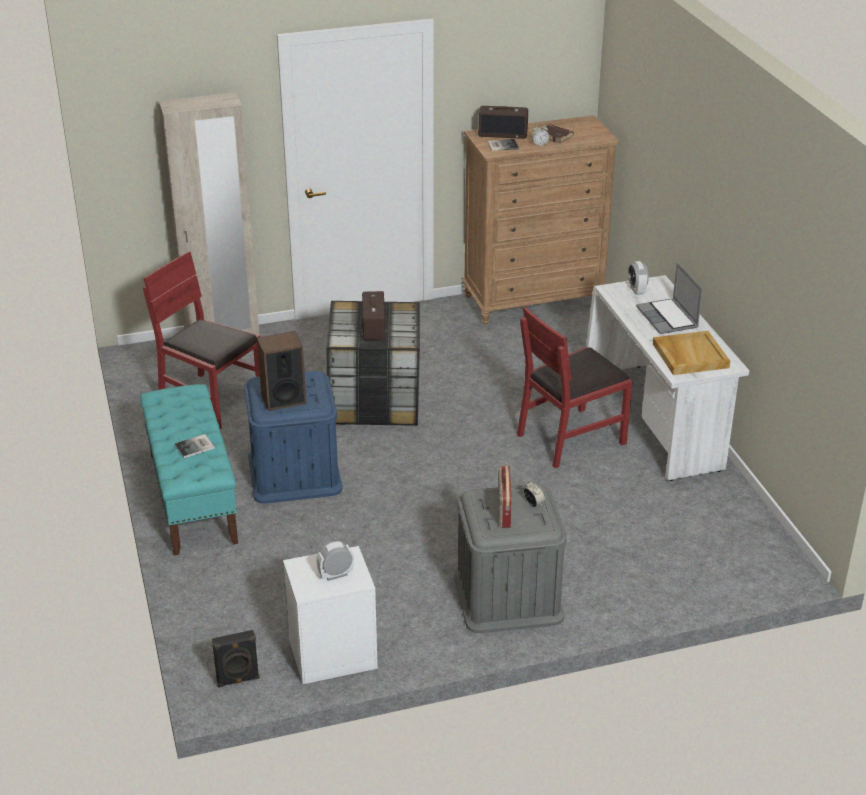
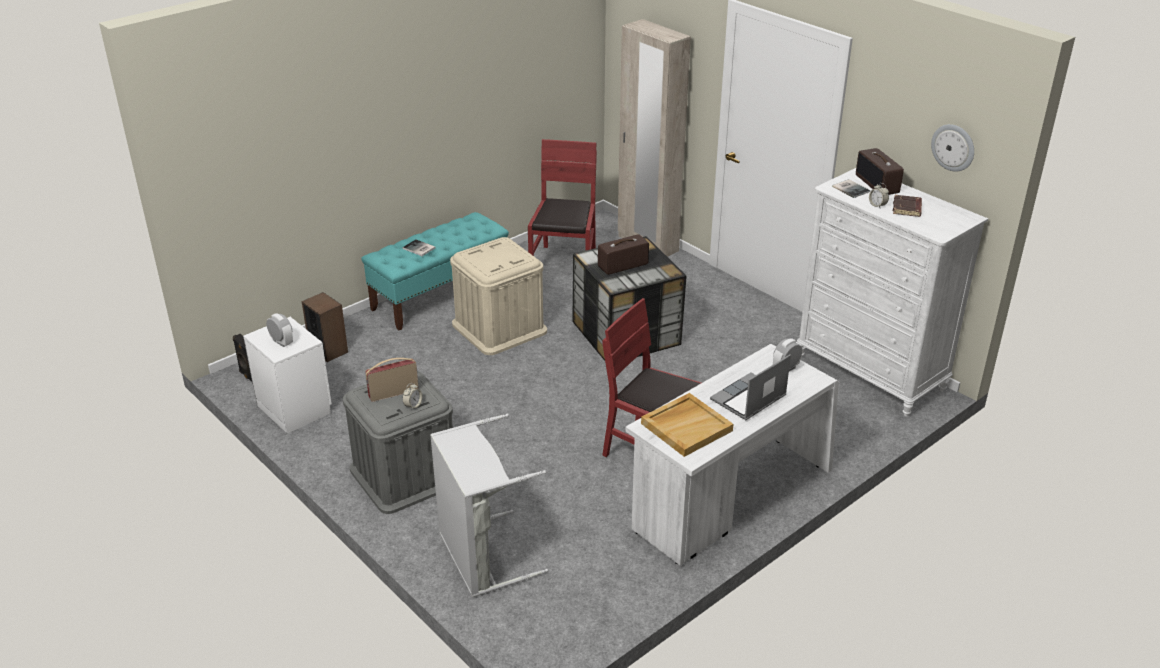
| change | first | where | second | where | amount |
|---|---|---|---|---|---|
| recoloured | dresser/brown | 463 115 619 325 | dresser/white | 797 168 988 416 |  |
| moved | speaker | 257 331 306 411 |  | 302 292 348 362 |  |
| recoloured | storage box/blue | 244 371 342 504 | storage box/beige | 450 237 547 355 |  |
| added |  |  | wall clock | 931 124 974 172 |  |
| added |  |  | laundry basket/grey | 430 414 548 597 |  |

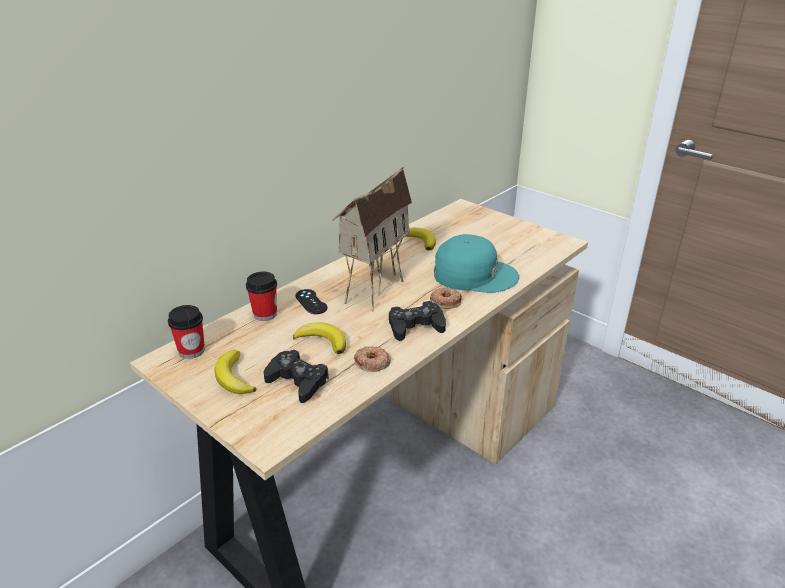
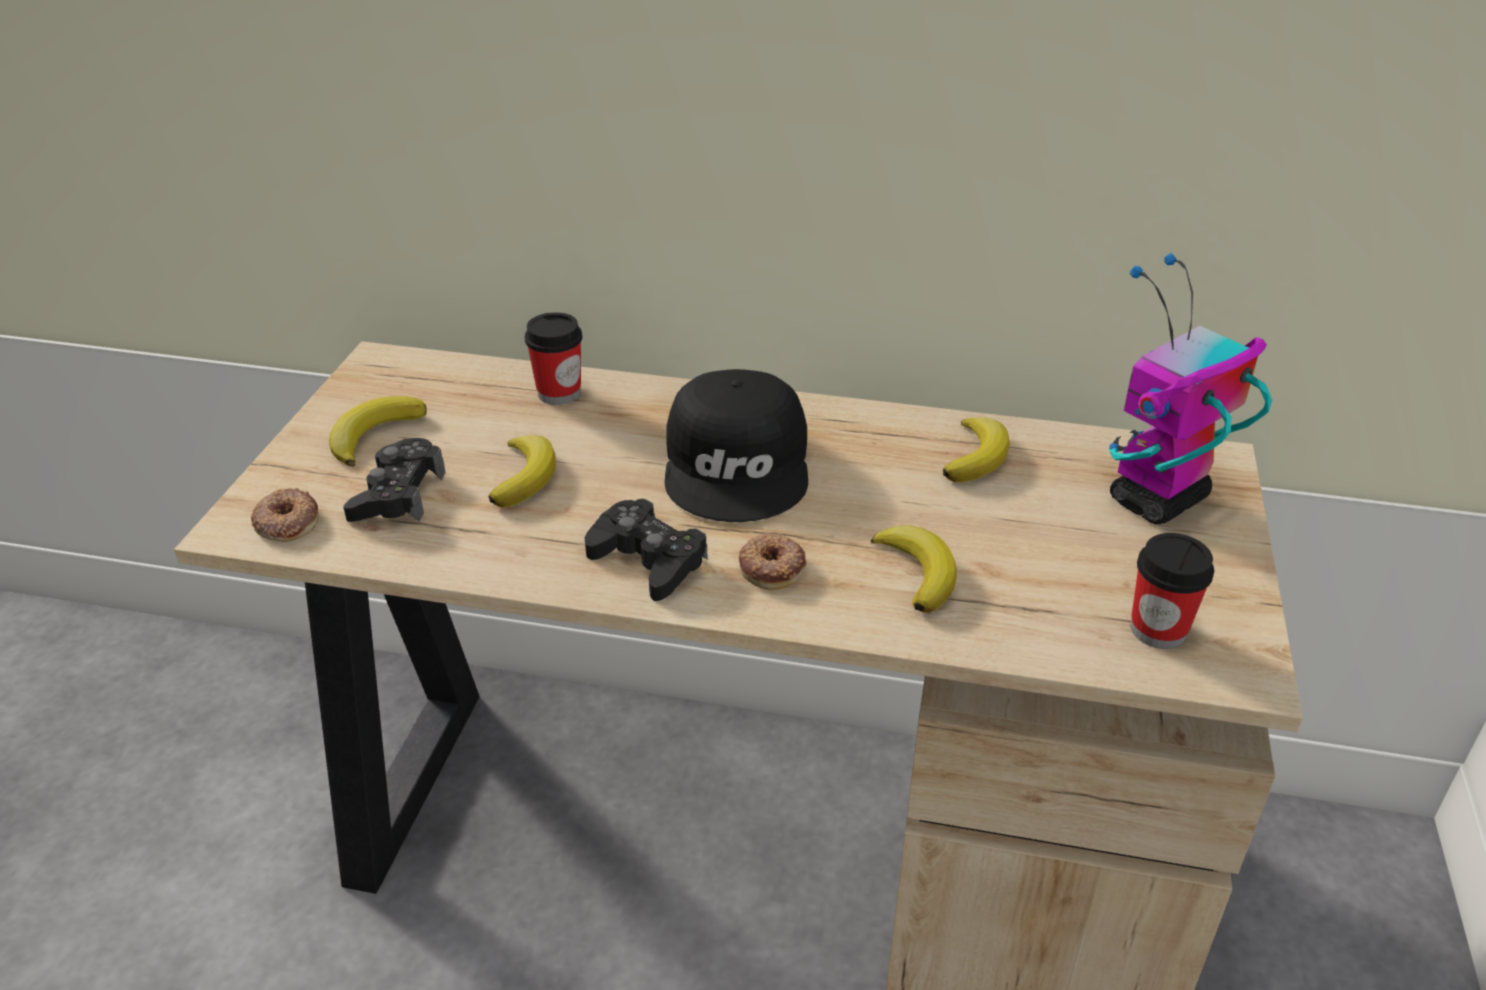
| change | first | where | second | where | amount |
|---|---|---|---|---|---|
| replaced | toy house | 332 167 412 311 | cap/black | 664 369 808 522 |  |
| replaced | cap/turquoise | 434 234 519 293 | banana | 871 526 957 613 |  |
| removed | game controller/black | 295 289 327 314 |  |  |  |
| moved | cup | 168 305 205 359 |  | 1131 533 1214 649 |  |
| moved | donut | 354 346 391 372 |  | 251 488 319 542 |  |
| added |  |  | toy robot | 1109 253 1272 524 |  |

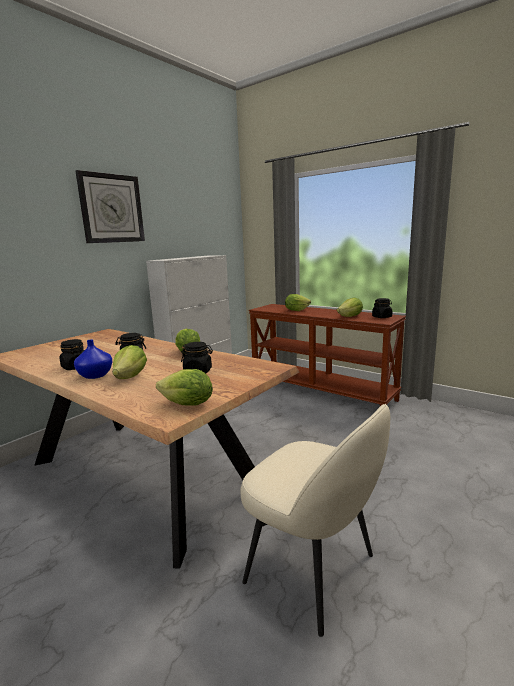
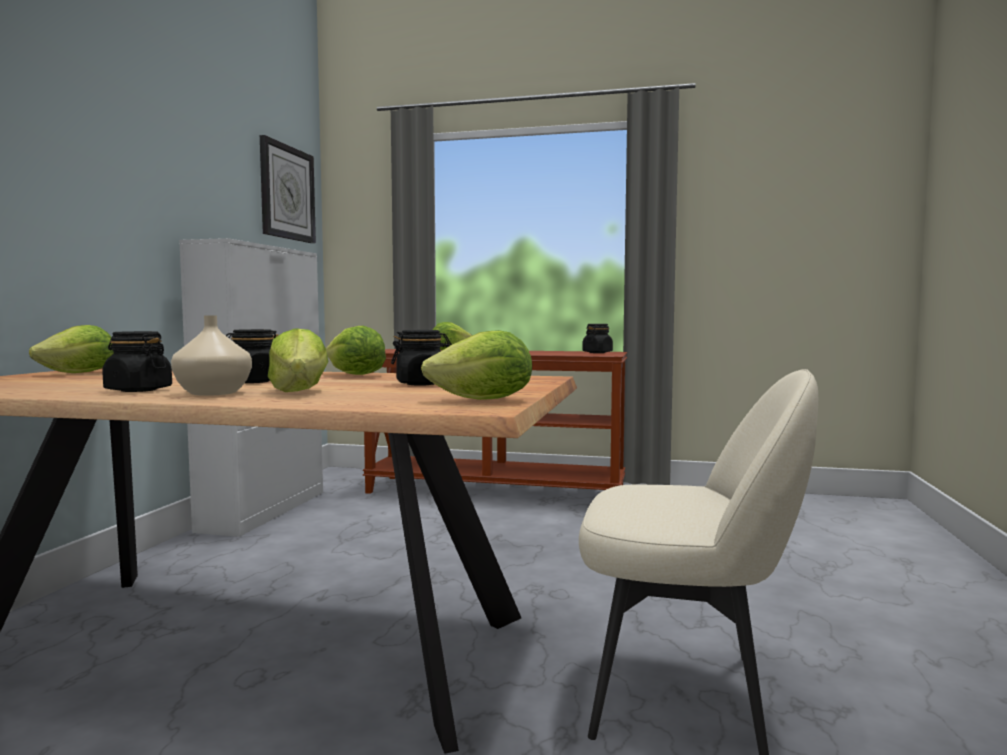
| change | first | where | second | where | amount |
|---|---|---|---|---|---|
| moved | wall clock | 75 170 145 243 |  | 260 135 316 243 |  |
| moved | lettuce | 337 298 363 317 |  | 29 325 114 373 |  |
| recoloured | vase/blue | 74 339 113 379 | vase/beige | 171 316 252 396 |  |

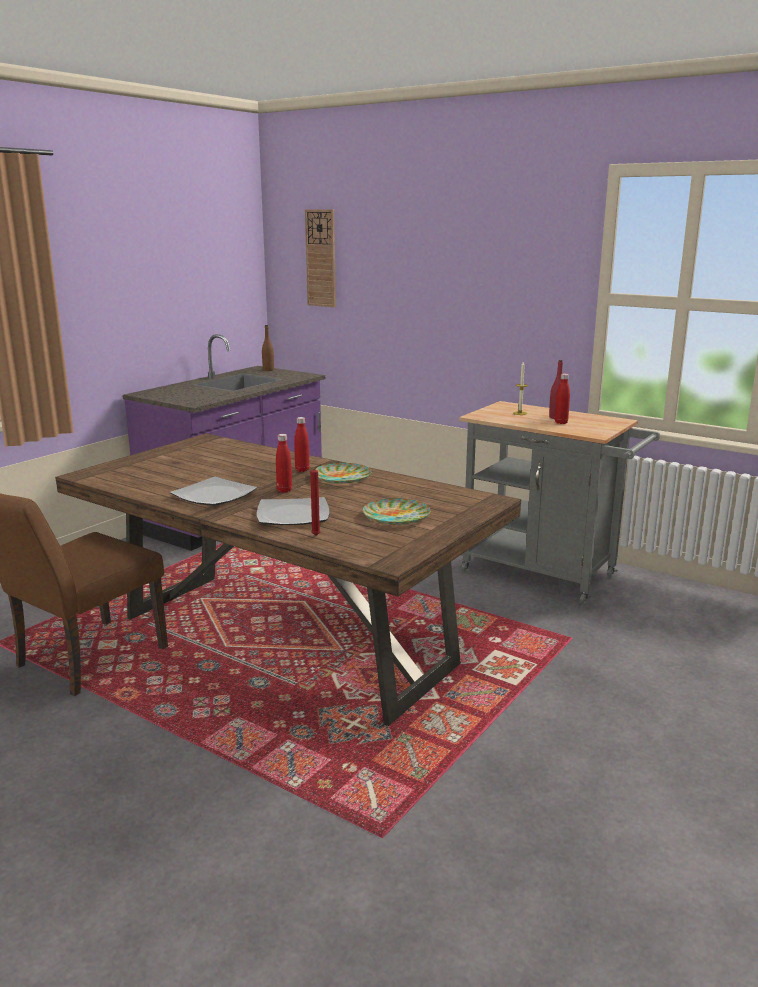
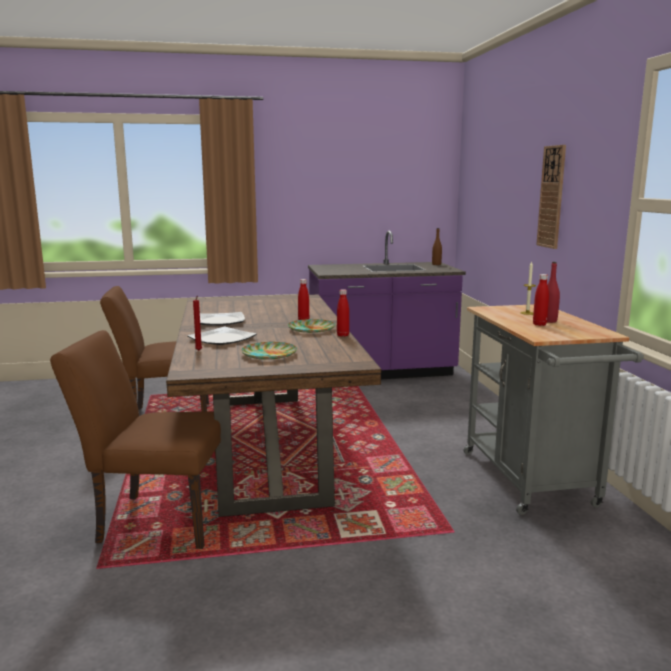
| change | first | where | second | where | amount |
|---|---|---|---|---|---|
| moved | wall clock | 305 210 336 307 |  | 536 145 566 249 |  |
| moved | bottle/red | 276 434 292 493 |  | 337 289 349 337 |  |
| added |  |  | chair/brown | 50 330 221 549 |  |

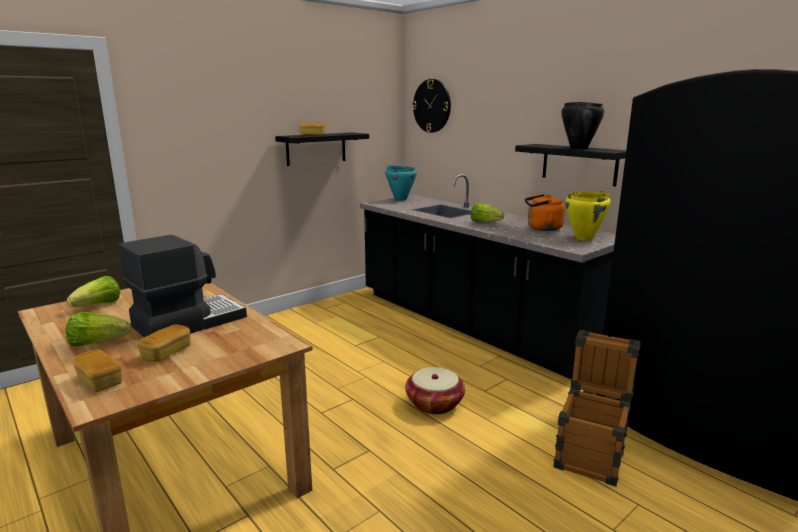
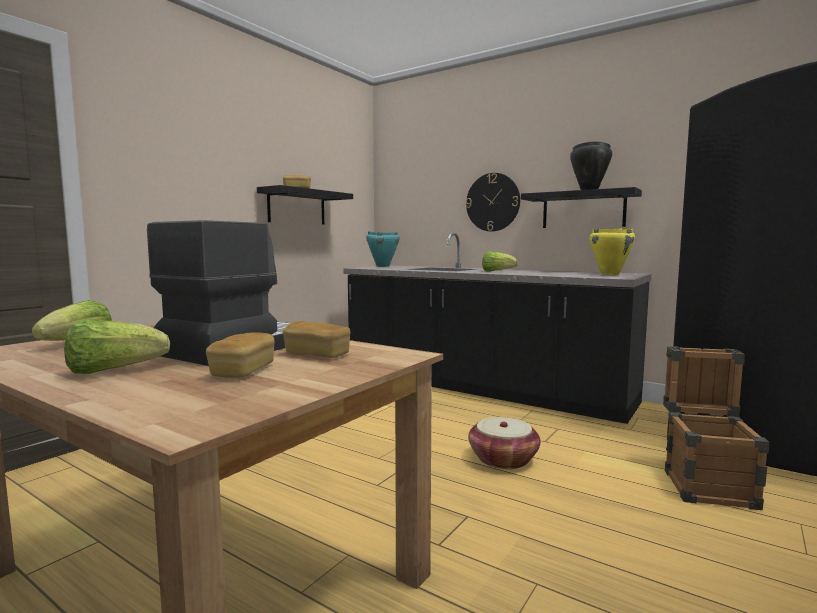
| change | first | where | second | where | amount |
|---|---|---|---|---|---|
| moved | wall clock | 412 79 451 133 |  | 466 173 520 231 |  |
| removed | kettle/orange | 525 194 565 231 |  |  |  |
| moved | bread | 73 350 122 392 |  | 283 321 350 358 |  |

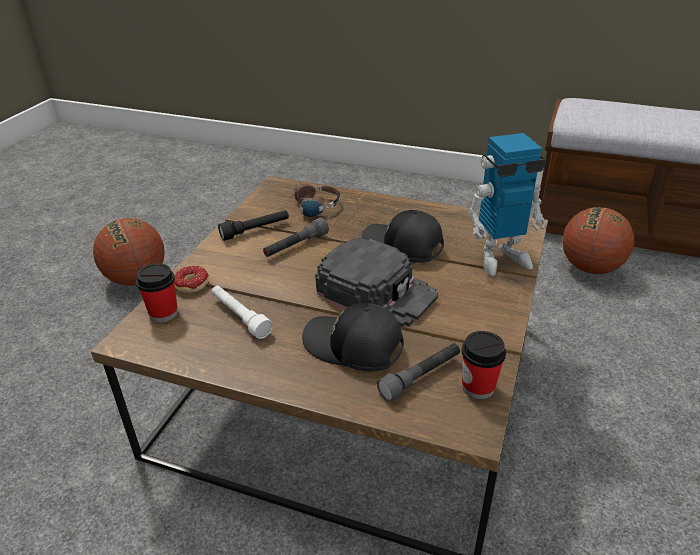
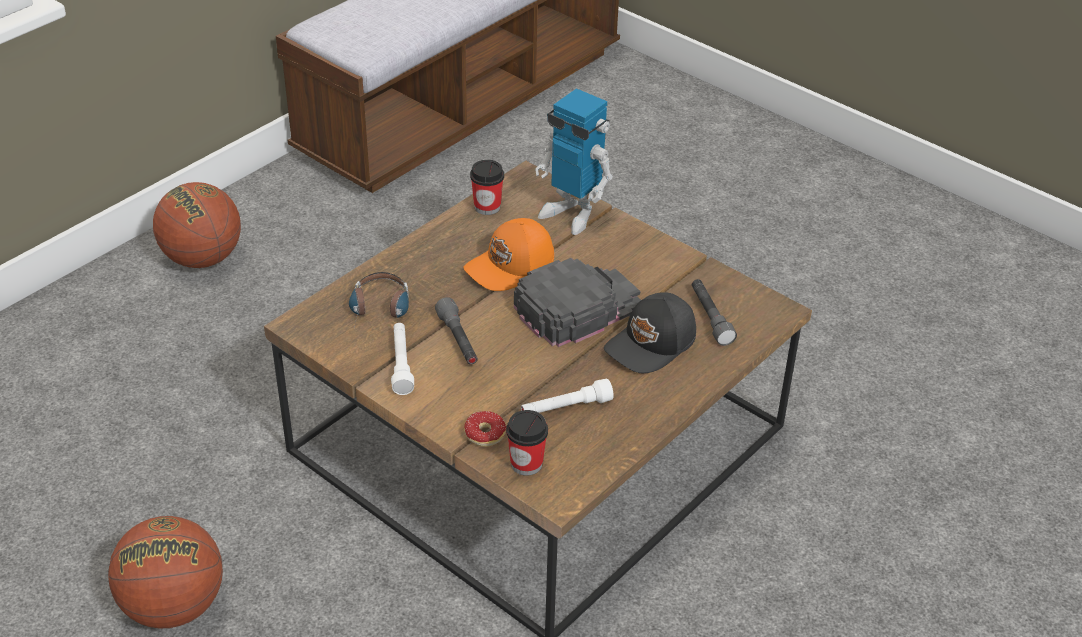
| change | first | where | second | where | amount |
|---|---|---|---|---|---|
| turned | toy robot | 468 133 547 276 |  | 535 88 613 235 | 120 degrees clockwise |
| moved | basketball | 562 207 634 274 |  | 153 182 241 268 |  |
| recoloured | flashlight/black | 218 210 289 241 | flashlight/white | 391 323 414 395 |  |
| recoloured | cap/black | 362 210 444 263 | cap/orange | 463 218 554 291 |  |
| moved | cup | 461 331 506 399 |  | 470 160 504 215 |  |

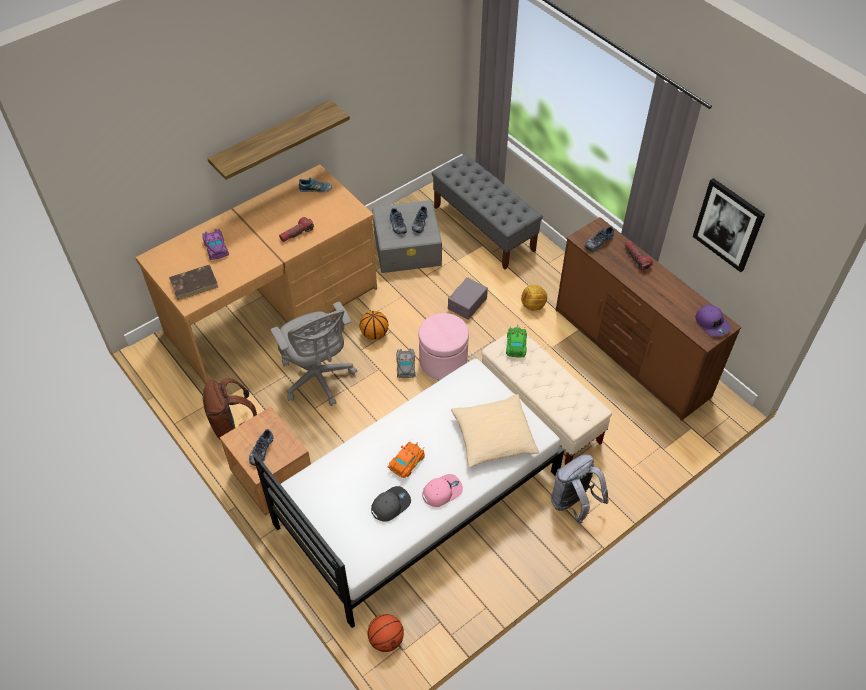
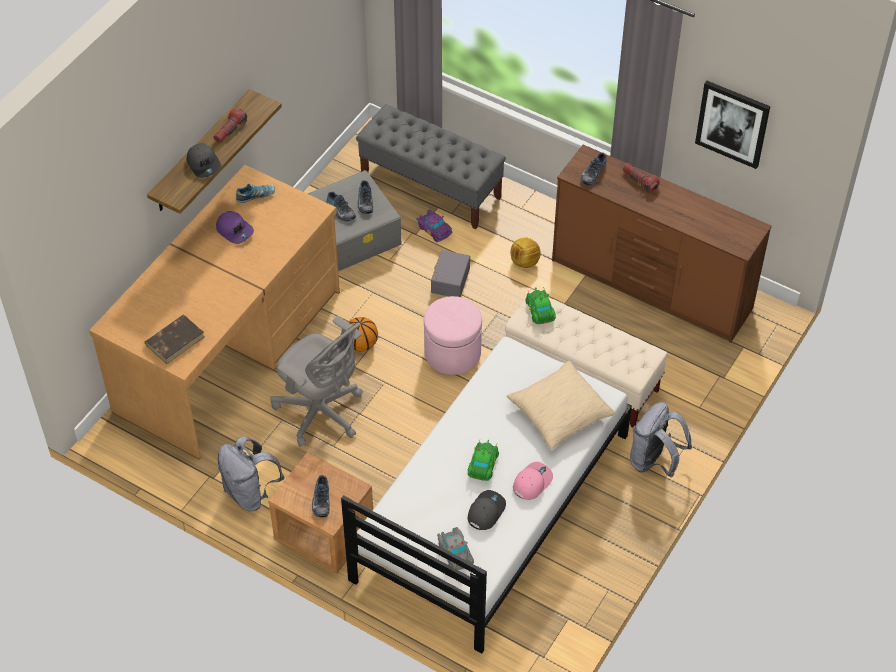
| change | first | where | second | where | amount |
|---|---|---|---|---|---|
| moved | flashlight | 279 217 314 242 |  | 213 109 247 143 |  |
| moved | toy car/purple | 202 229 229 260 |  | 417 210 452 242 |  |
| moved | cap/purple | 695 305 731 337 |  | 216 211 254 244 |  |
| moved | toy car/grey | 396 349 416 378 |  | 437 527 474 570 |  |
| recoloured | backpack/brown | 203 378 257 439 | backpack/grey | 218 436 284 511 |  |
| recoloured | toy car/orange | 388 440 425 478 | toy car/green | 468 440 499 481 |  |
| removed | basketball | 368 614 404 652 |  |  |  |
| added |  |  | cap/grey | 187 143 221 178 |  |

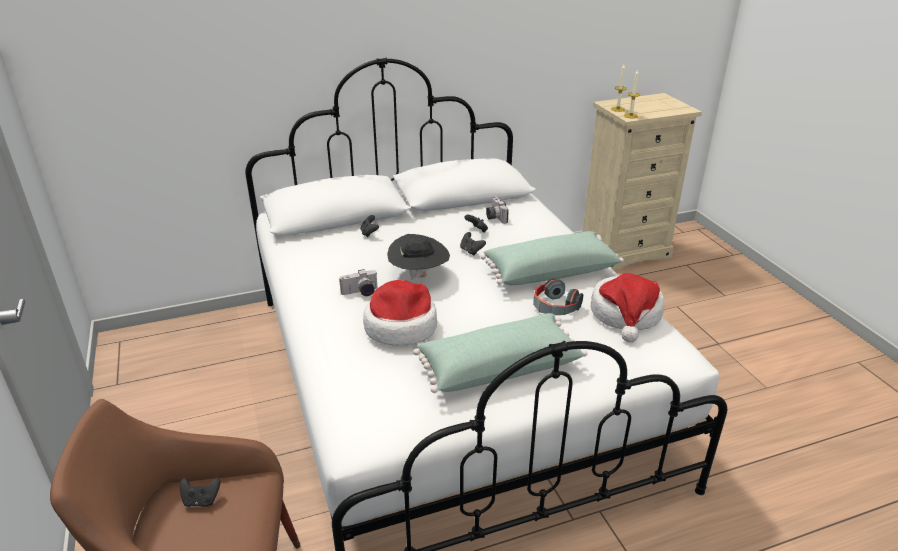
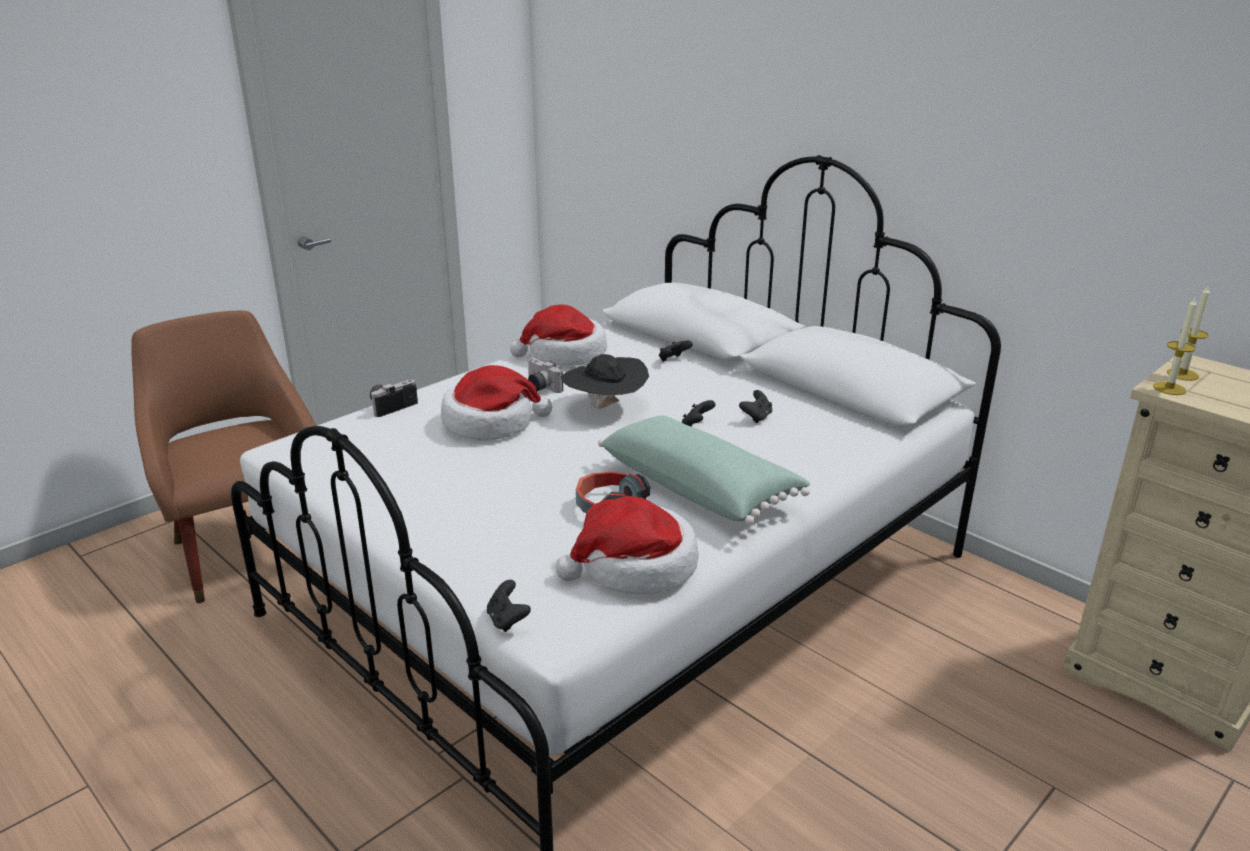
| change | first | where | second | where | amount |
|---|---|---|---|---|---|
| moved | photo camera | 486 196 509 224 |  | 370 379 418 417 |  |
| removed | pillow/green | 413 313 588 393 |  |  |  |
| moved | game controller/black | 180 478 220 507 |  | 487 580 531 632 |  |
| added |  |  | hat | 510 304 607 366 |  |

